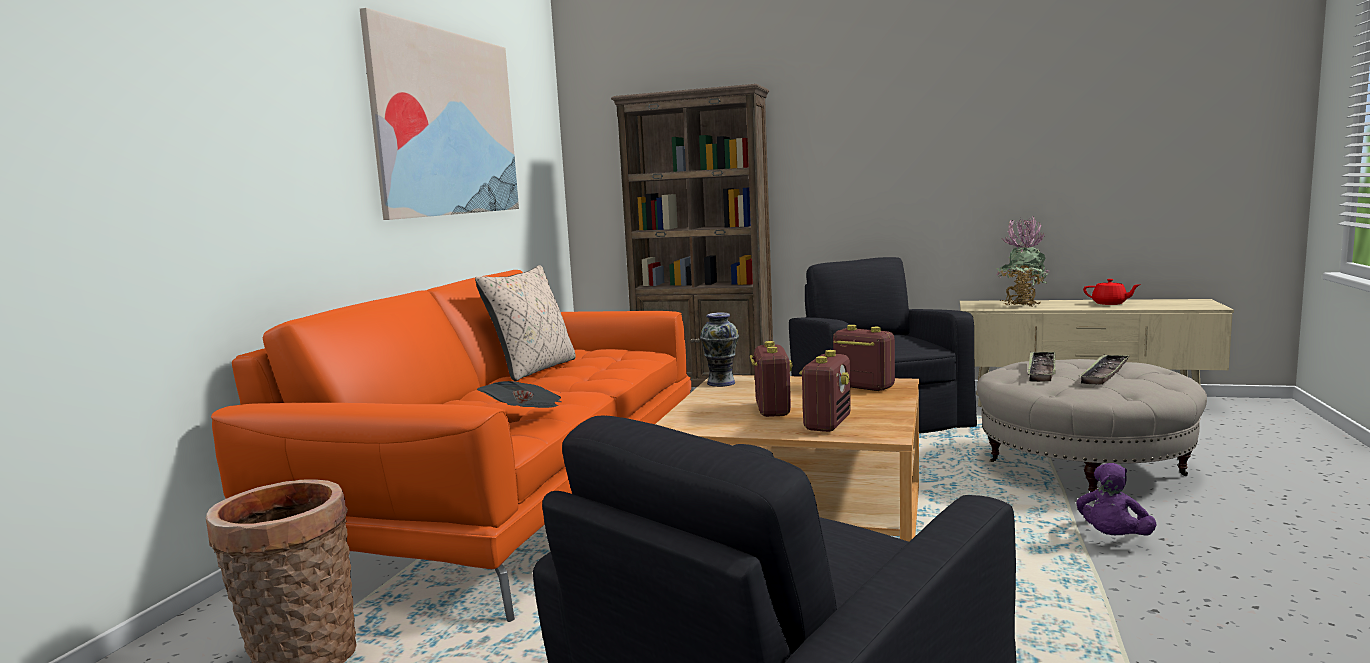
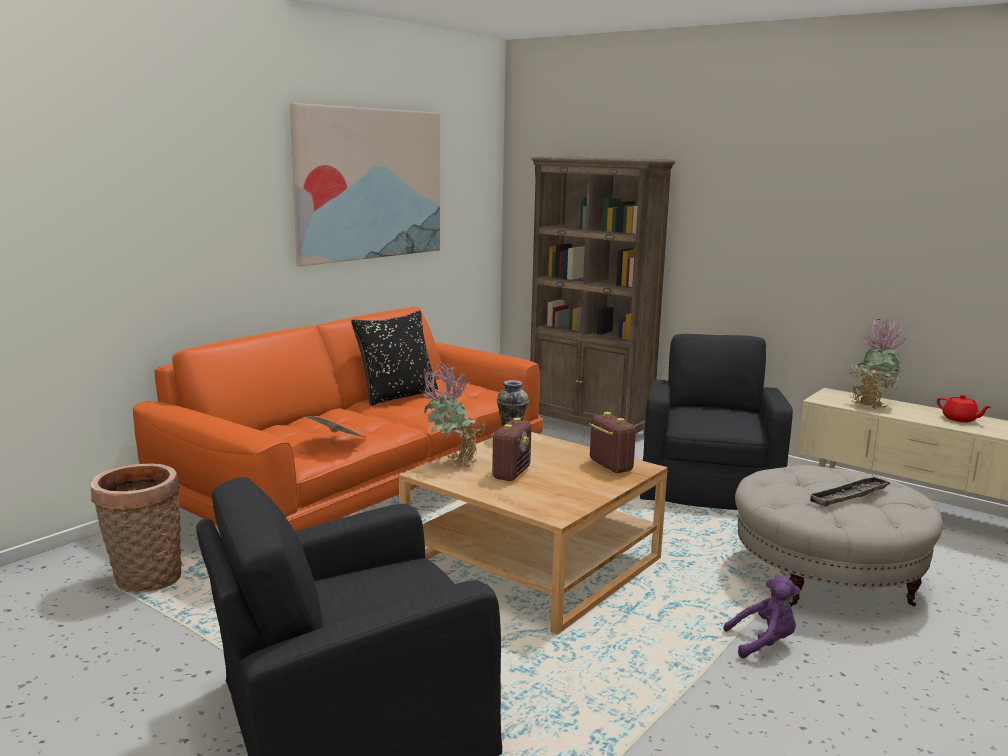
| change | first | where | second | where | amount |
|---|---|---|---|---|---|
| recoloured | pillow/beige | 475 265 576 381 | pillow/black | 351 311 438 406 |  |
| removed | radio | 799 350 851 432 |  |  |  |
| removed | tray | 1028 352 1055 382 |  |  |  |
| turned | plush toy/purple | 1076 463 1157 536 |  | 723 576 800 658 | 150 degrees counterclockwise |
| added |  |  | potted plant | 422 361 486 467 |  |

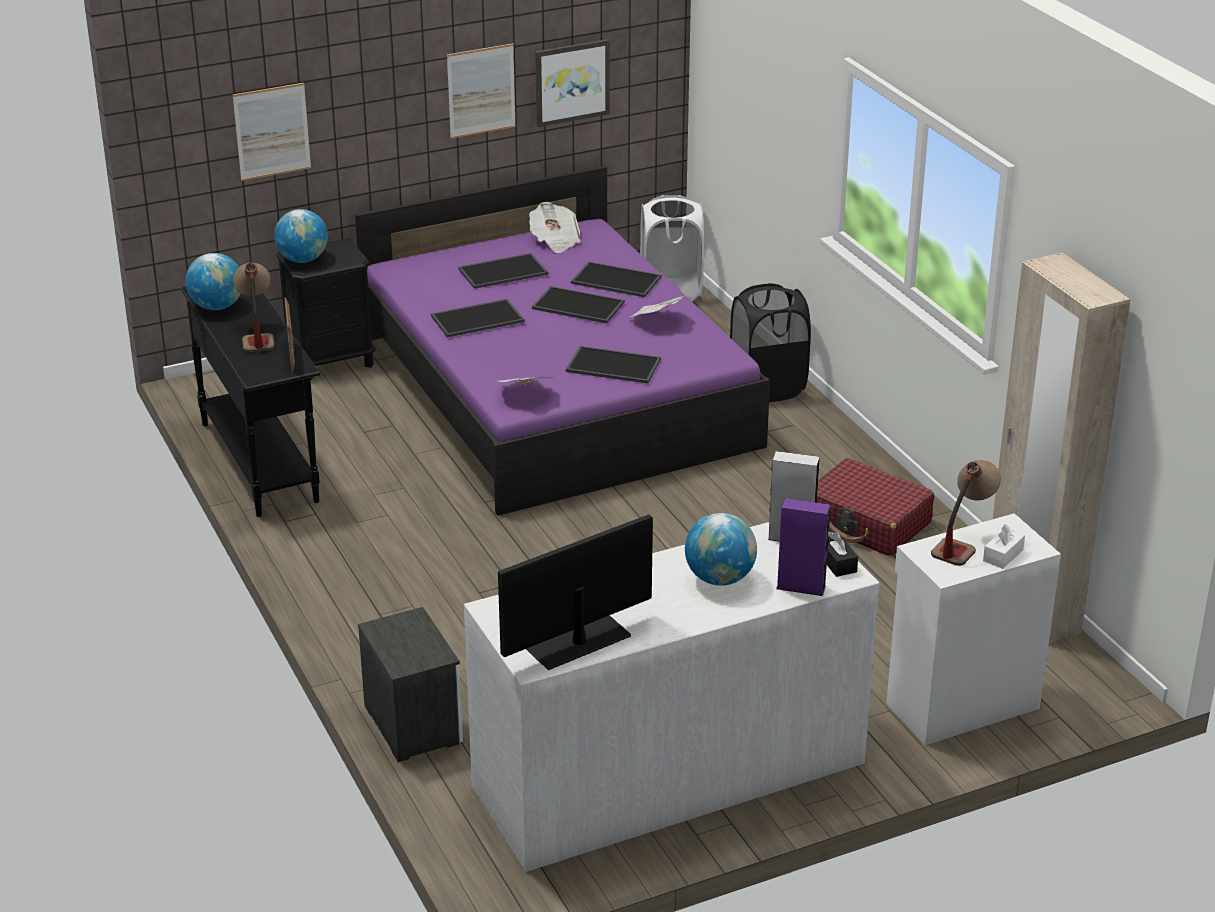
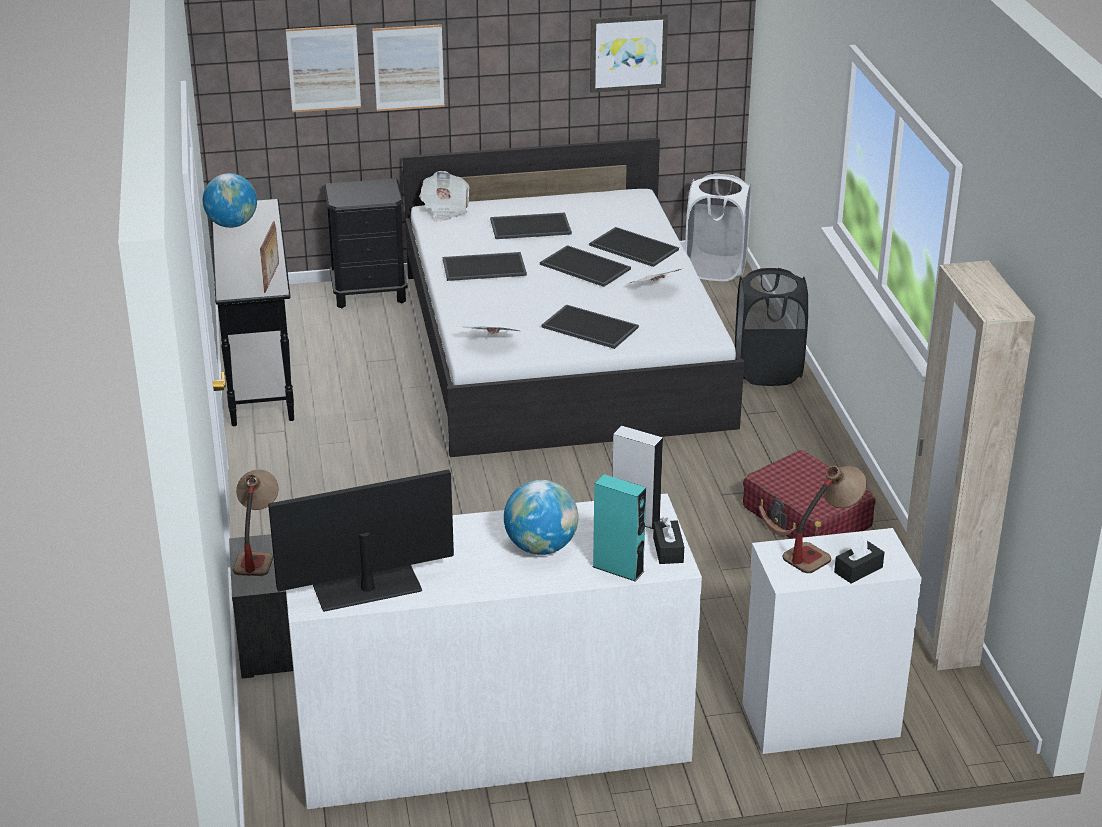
| change | first | where | second | where | amount |
|---|---|---|---|---|---|
| moved | picture | 447 43 516 139 |  | 372 24 445 111 |  |
| recoloured | bed/purple | 355 166 770 516 | bed/white | 402 138 744 457 |  |
| moved | newspaper | 529 202 581 253 |  | 420 171 469 221 |  |
| removed | globe | 274 209 328 263 |  |  |  |
| moved | table lamp | 233 262 275 352 |  | 233 469 278 576 |  |
| recoloured | speaker/purple | 776 498 830 596 | speaker/turquoise | 592 474 646 582 |  |
| recoloured | tissue box/white | 983 524 1025 569 | tissue box/black | 834 537 885 584 |  |

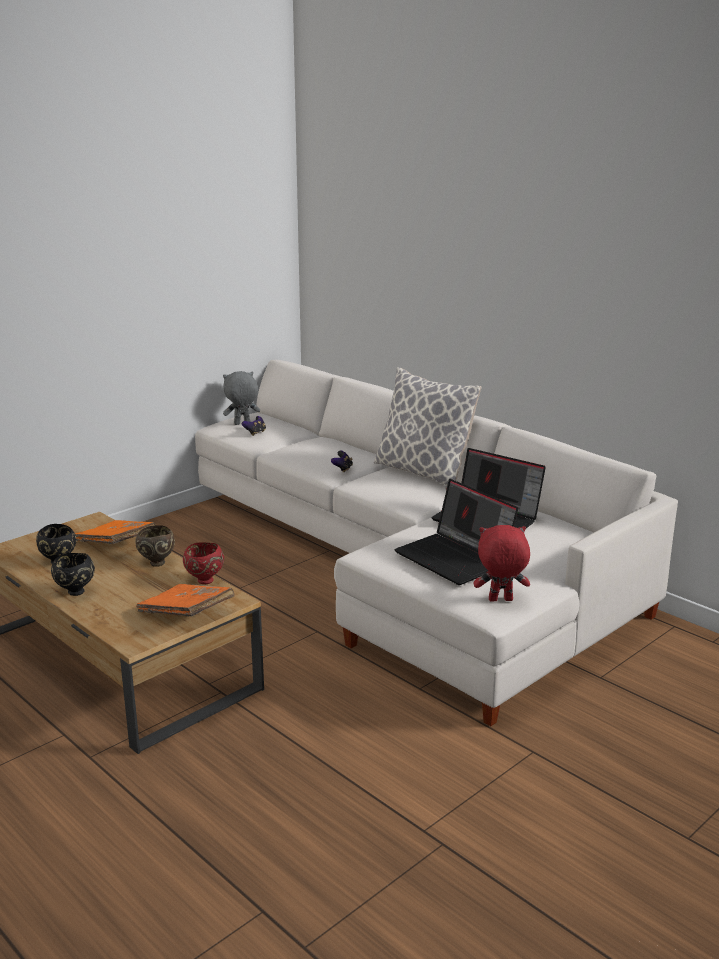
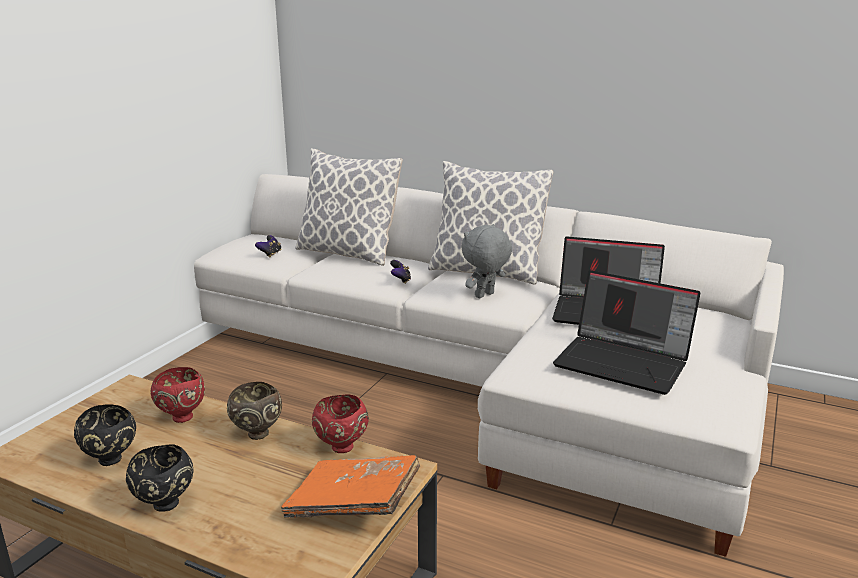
| change | first | where | second | where | amount |
|---|---|---|---|---|---|
| moved | plush toy/grey | 223 371 260 425 |  | 461 224 512 298 |  |
| replaced | book/orange | 75 520 156 544 | bowl/red | 151 367 205 423 |  |
| removed | plush toy/red | 474 525 530 602 |  |  |  |
| added |  |  | pillow | 295 148 403 266 |  |

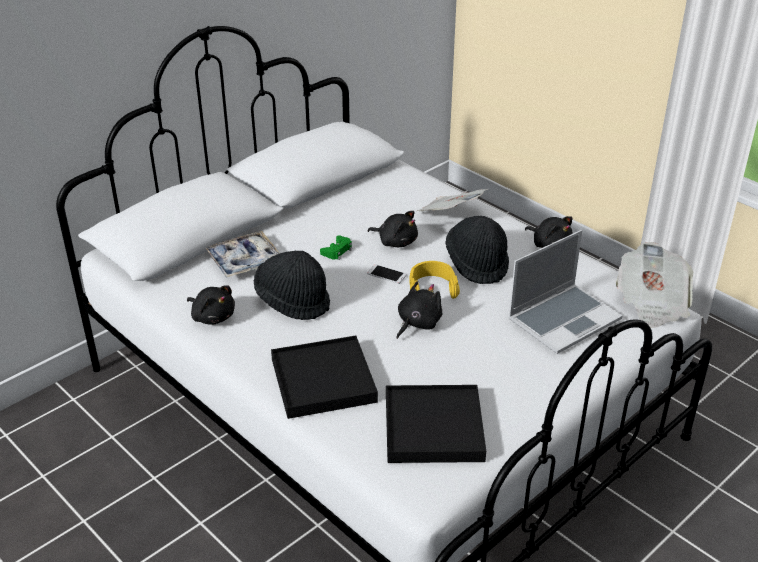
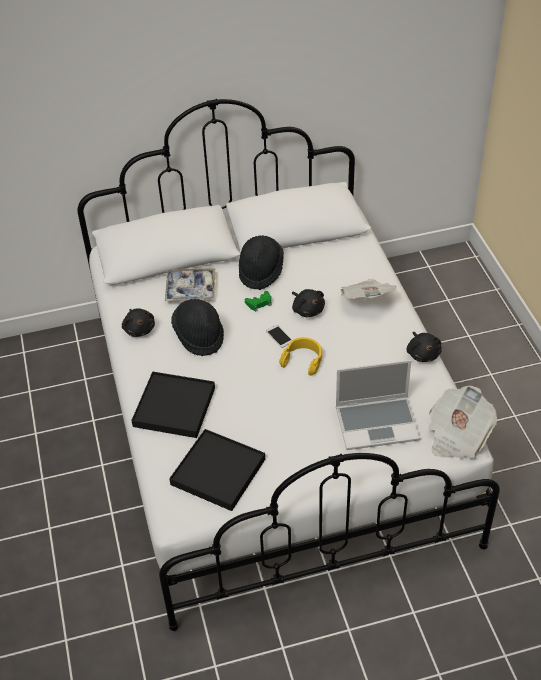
| change | first | where | second | where | amount |
|---|---|---|---|---|---|
| moved | hat/black | 445 216 509 284 |  | 239 235 284 290 |  |
| removed | plush toy/black | 397 281 443 339 |  |  |  |

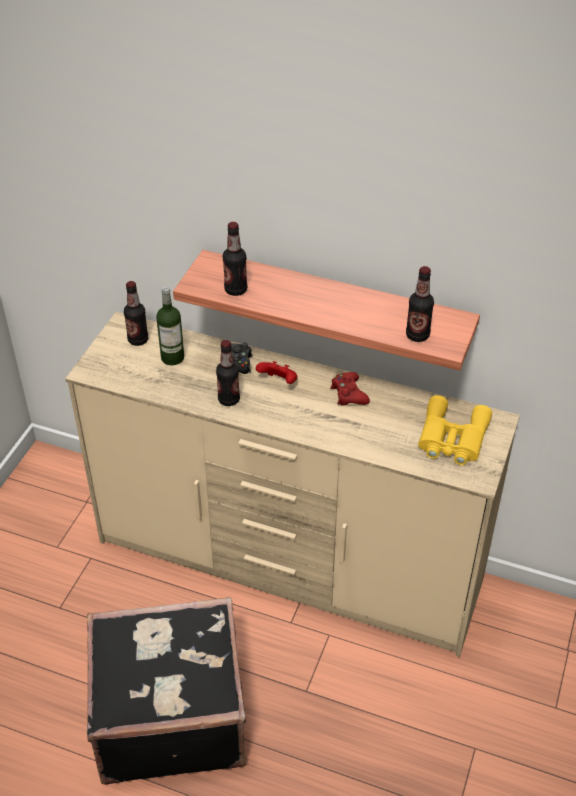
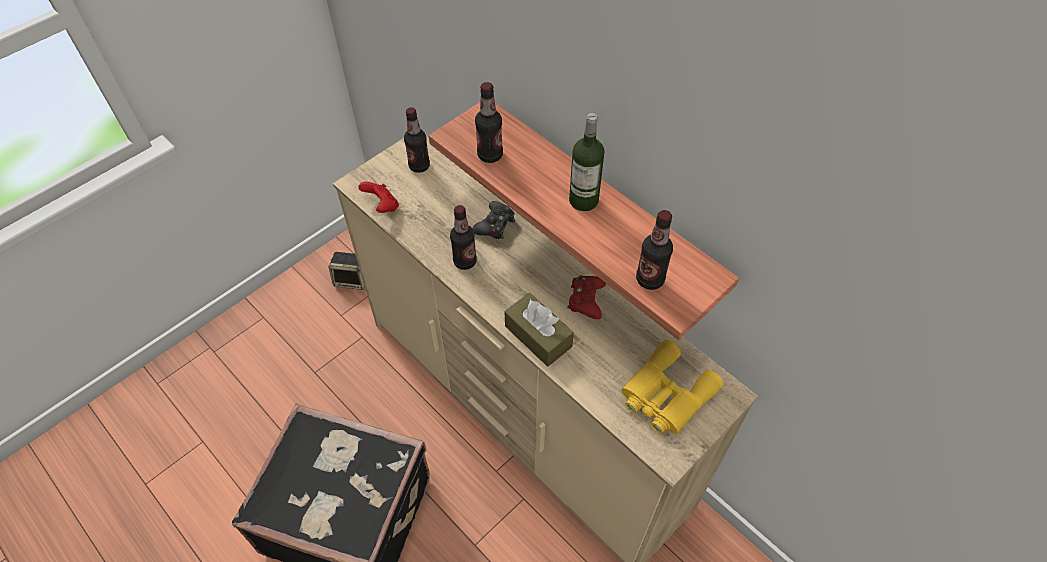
| change | first | where | second | where | amount |
|---|---|---|---|---|---|
| moved | bottle | 156 286 184 365 |  | 569 113 605 211 |  |
| moved | game controller/red | 256 361 297 384 |  | 358 182 399 213 |  |
| added |  |  | speaker | 328 252 365 290 |  |
| added |  |  | tissue box/brown | 505 293 574 367 |  |

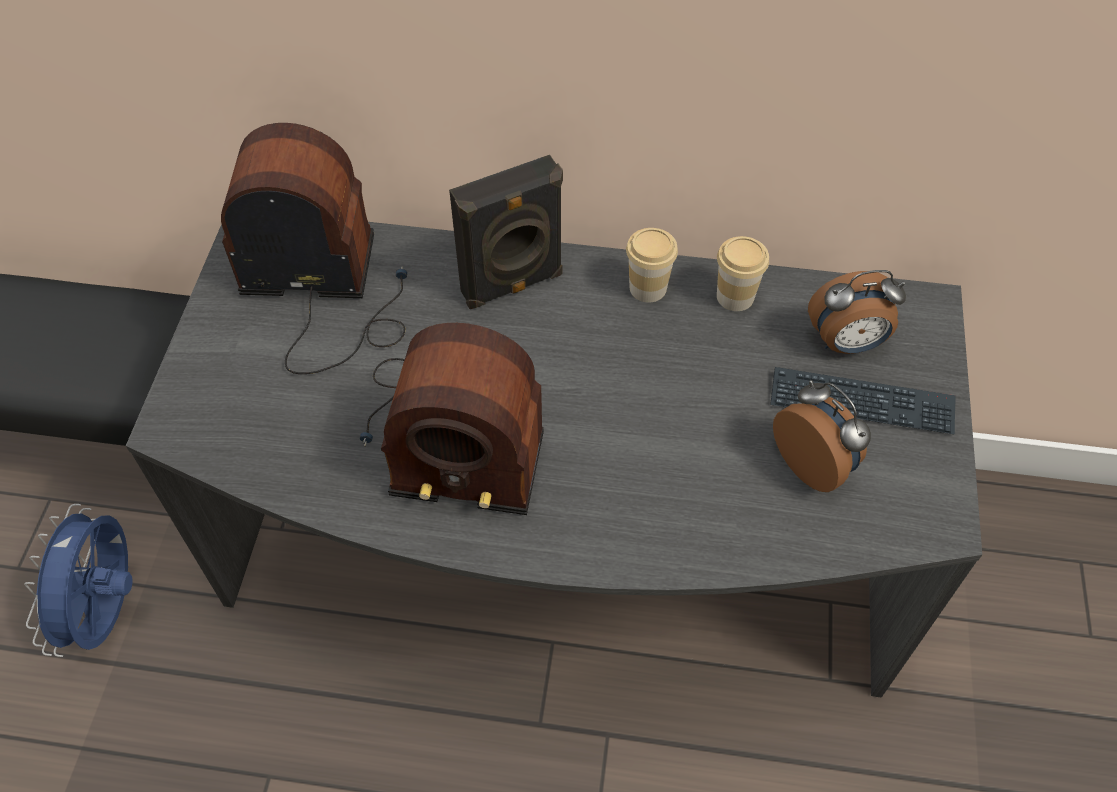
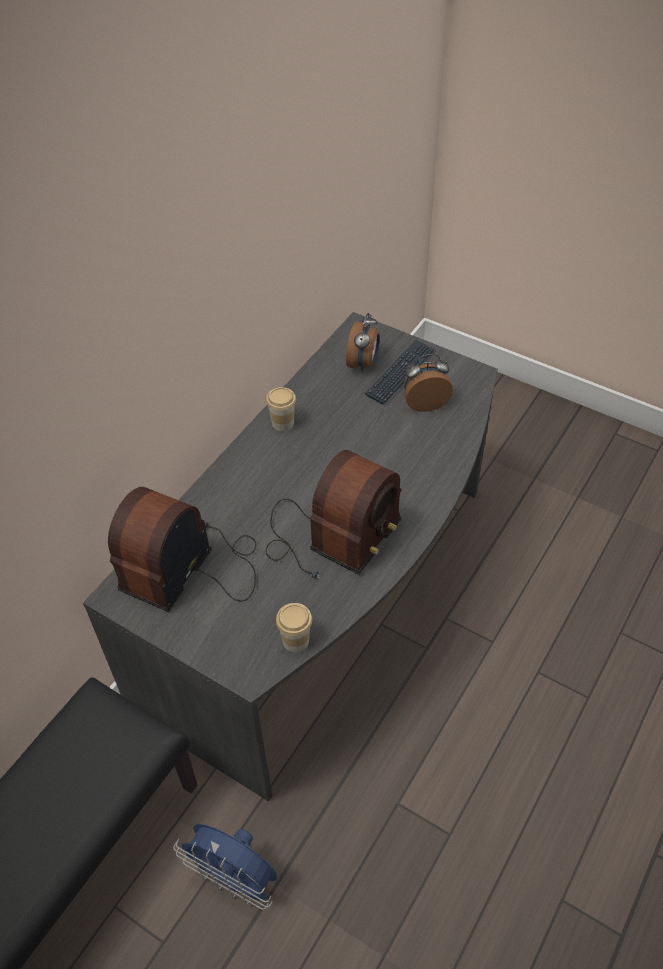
| change | first | where | second | where | amount |
|---|---|---|---|---|---|
| removed | speaker/black | 449 155 563 309 |  |  |  |
| moved | cup | 717 236 769 311 |  | 276 603 312 653 |  |

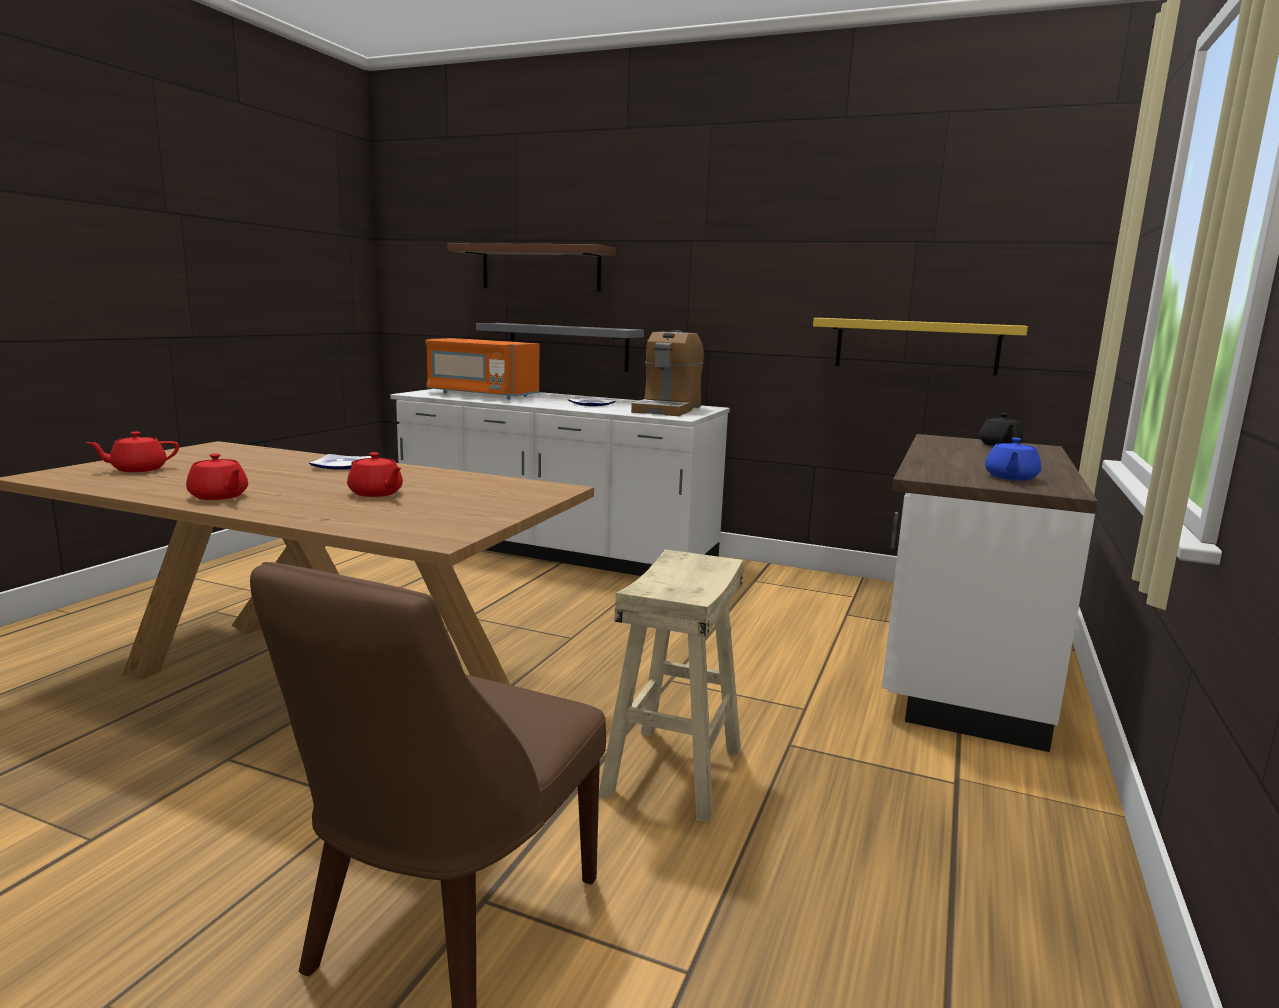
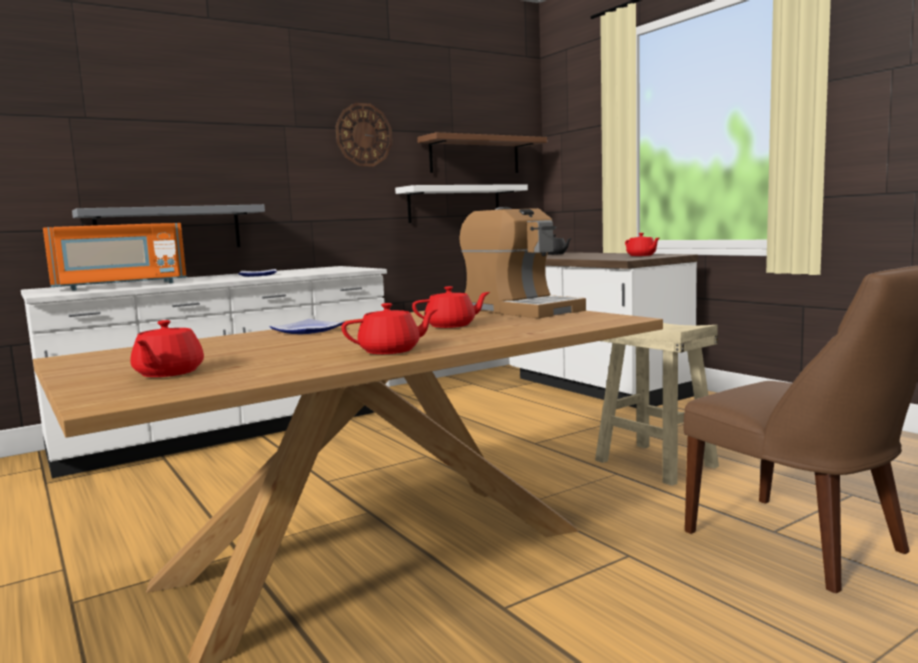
| change | first | where | second | where | amount |
|---|---|---|---|---|---|
| moved | shelf/brown | 447 243 616 292 |  | 417 132 547 173 |  |
| recoloured | shelf/yellow | 813 318 1028 375 | shelf/white | 395 184 528 223 |  |
| moved | coffee machine | 631 330 704 416 |  | 459 207 586 318 |  |
| recoloured | teapot/blue | 985 437 1041 481 | teapot/red | 625 233 659 256 |  |
| added |  |  | wall clock | 335 103 392 167 |  |

